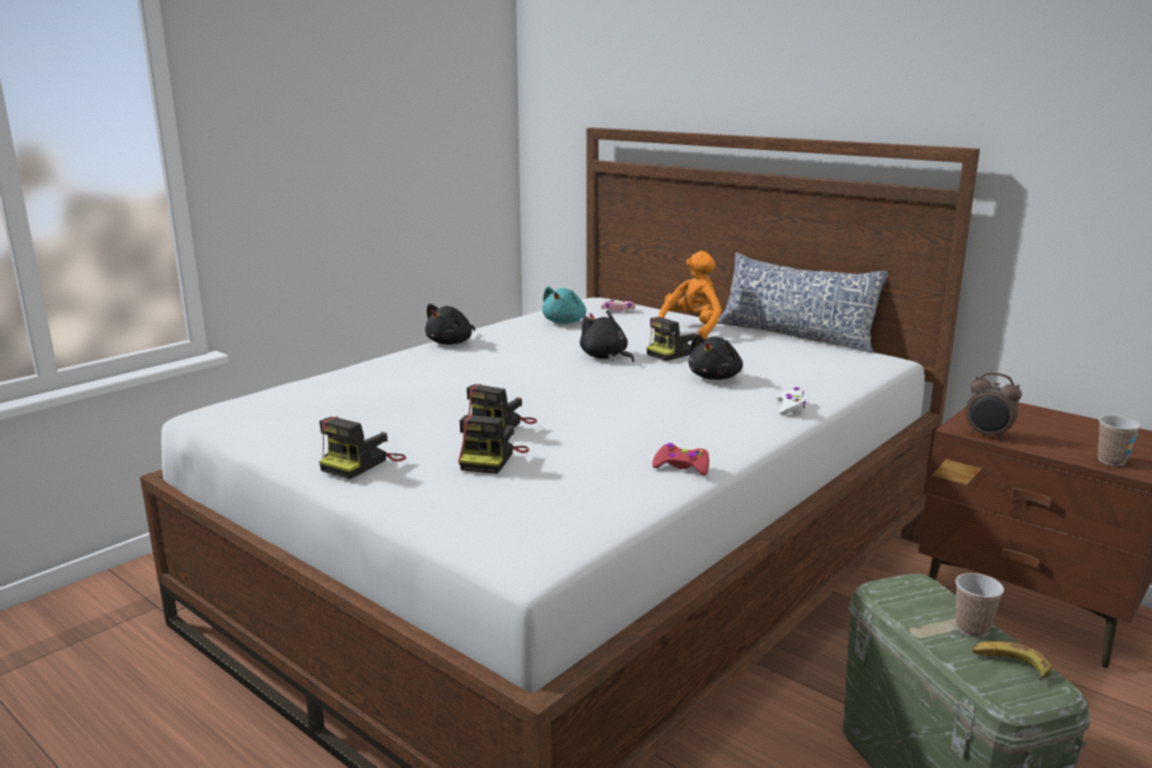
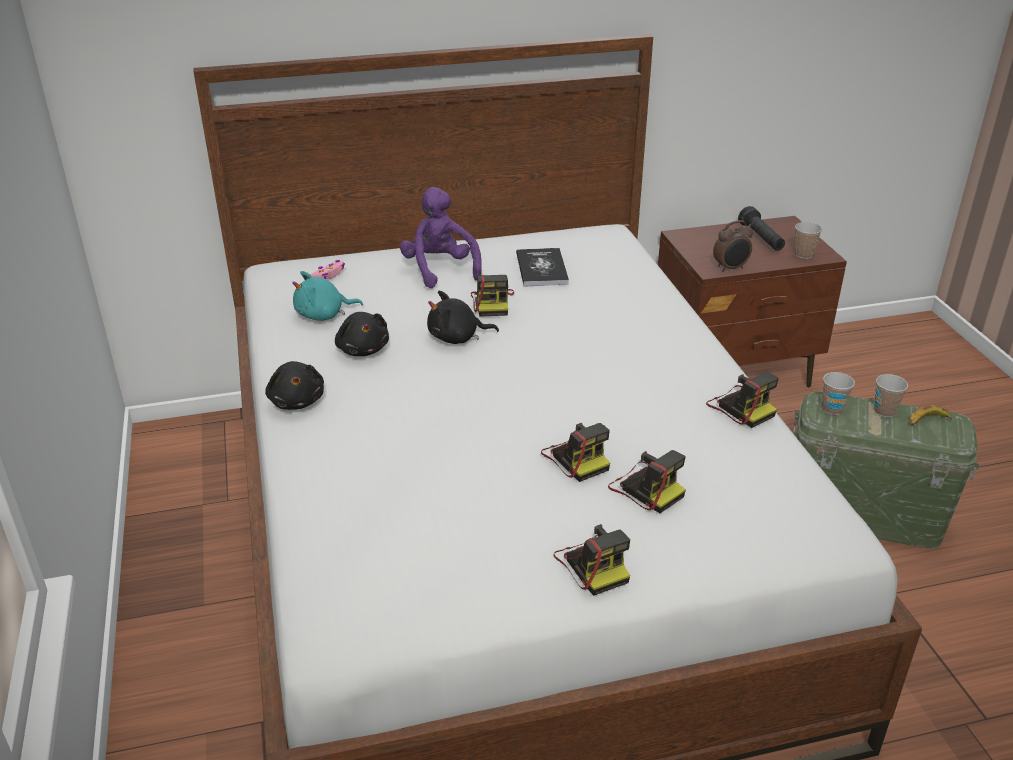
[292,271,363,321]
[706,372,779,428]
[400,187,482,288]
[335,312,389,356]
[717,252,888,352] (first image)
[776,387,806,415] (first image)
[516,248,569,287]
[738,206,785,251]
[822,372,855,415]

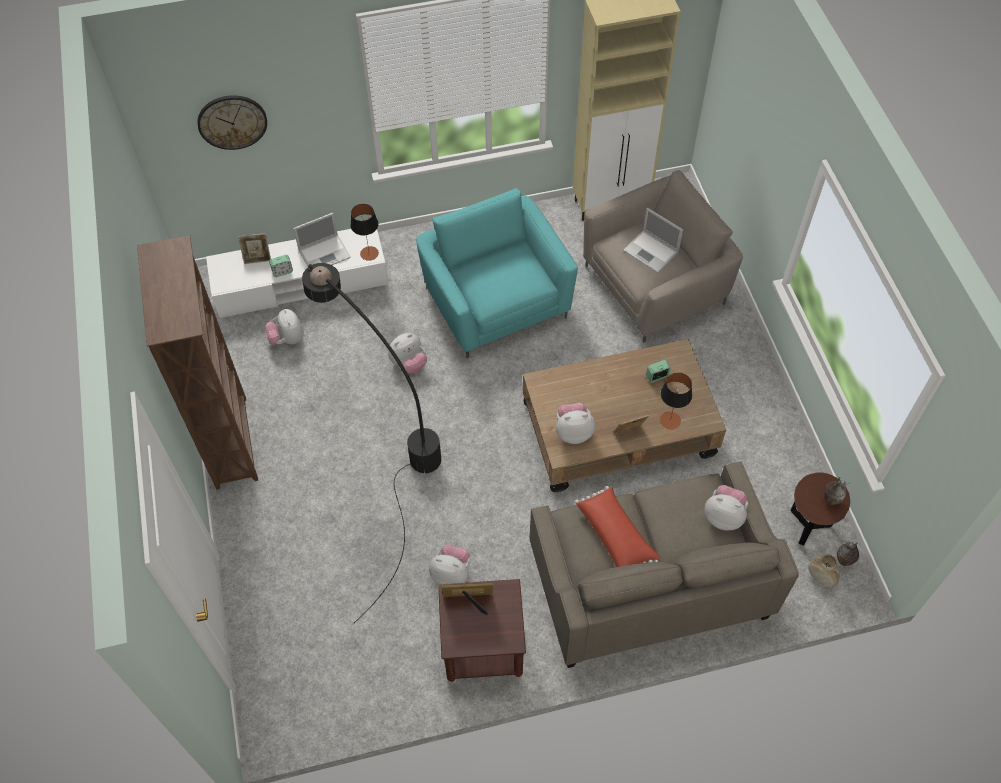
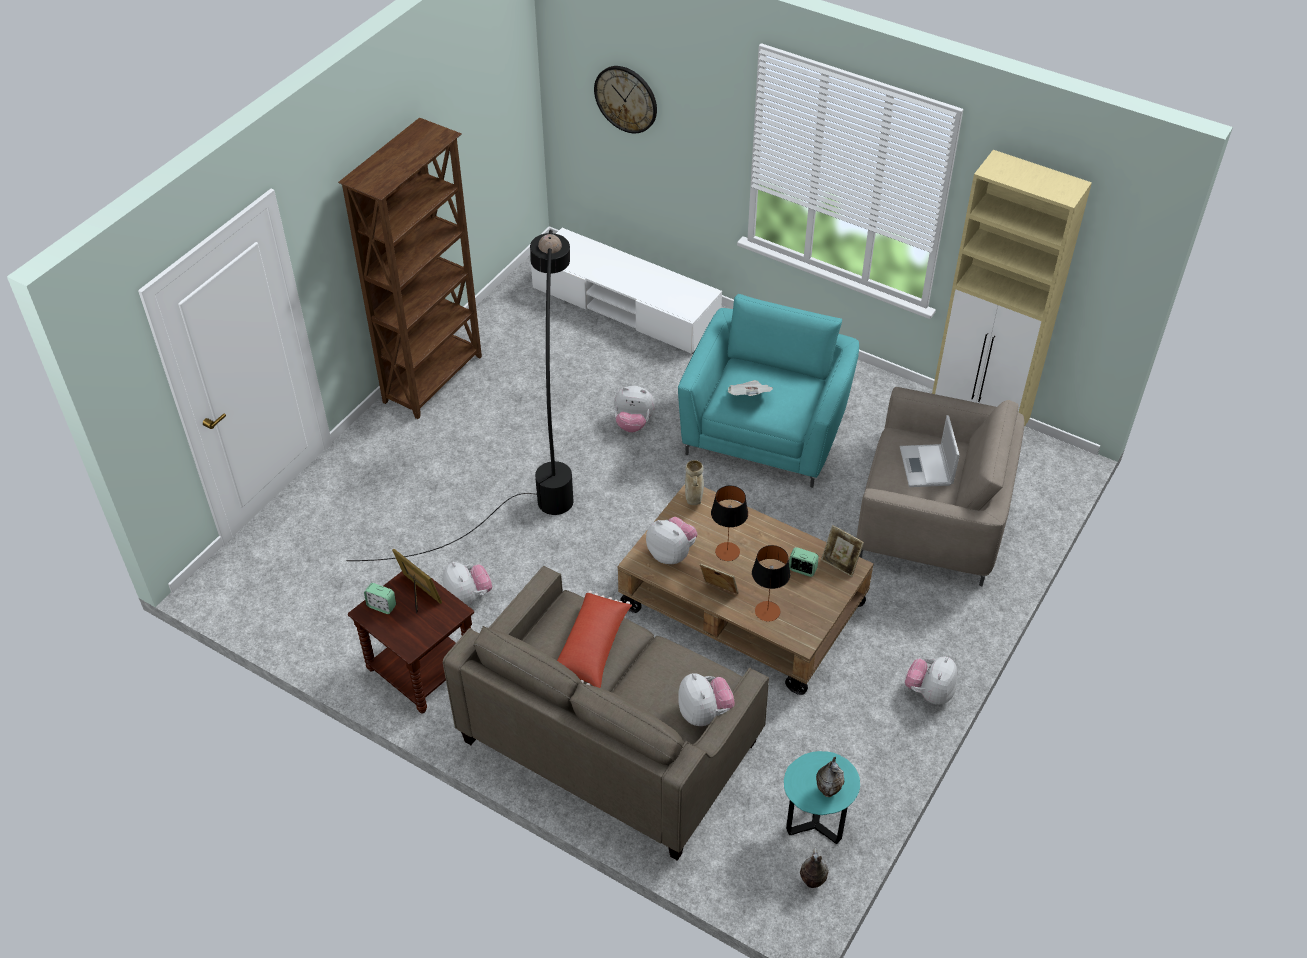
[821,525,864,577]
[905,657,957,705]
[364,583,396,614]
[293,213,351,266] (first image)
[711,486,748,561]
[784,751,860,844]
[685,460,704,505]
[728,380,773,396]

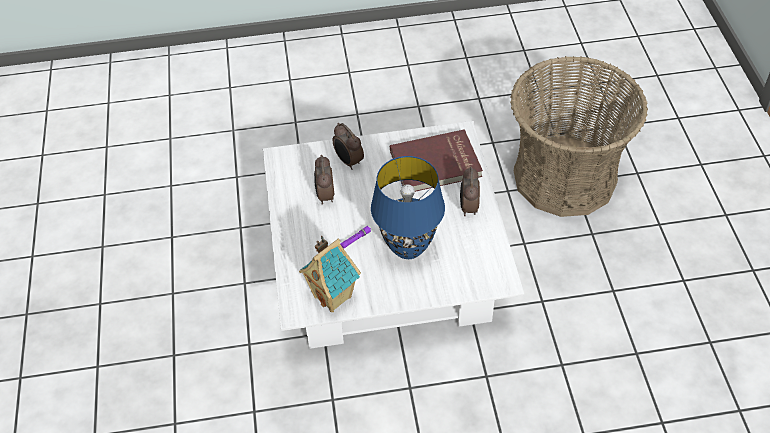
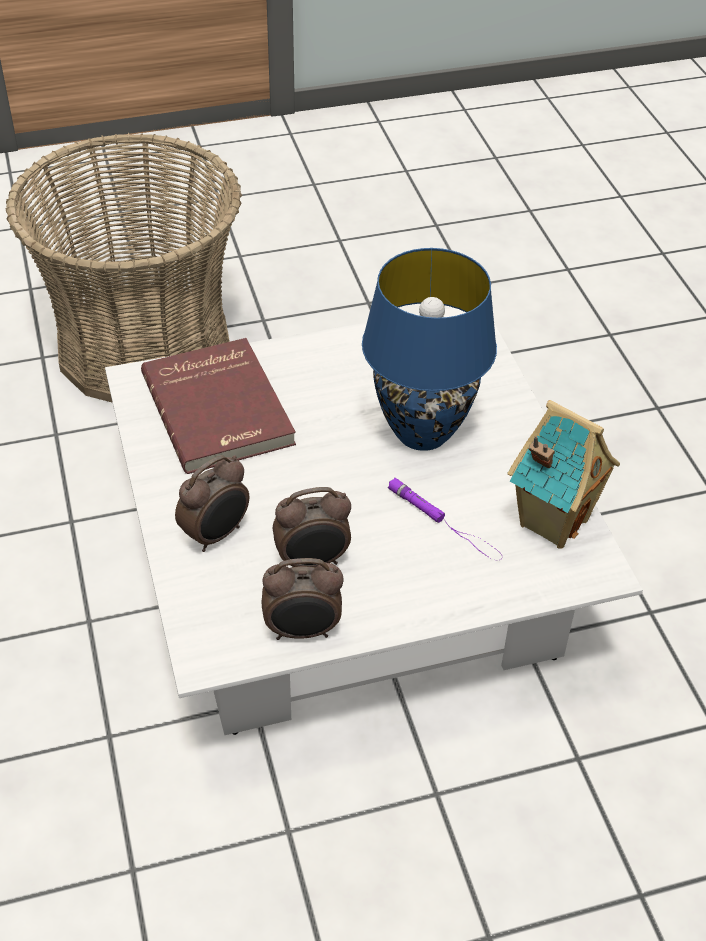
[262,558,344,640]

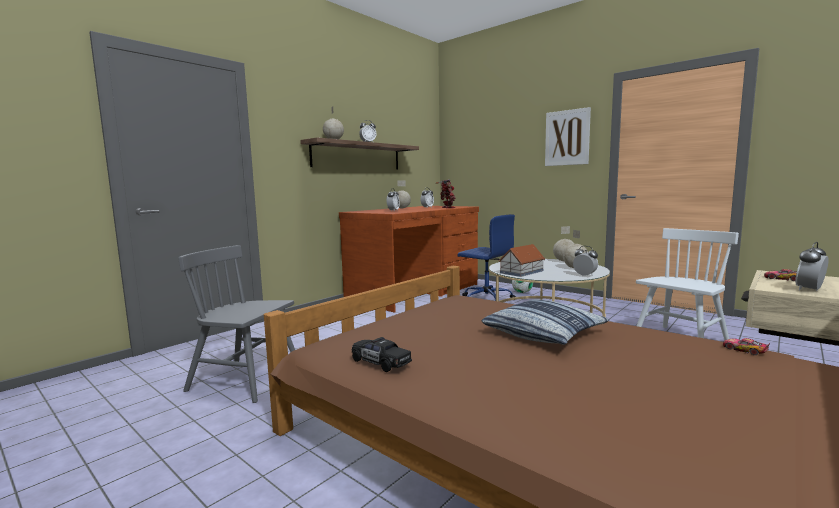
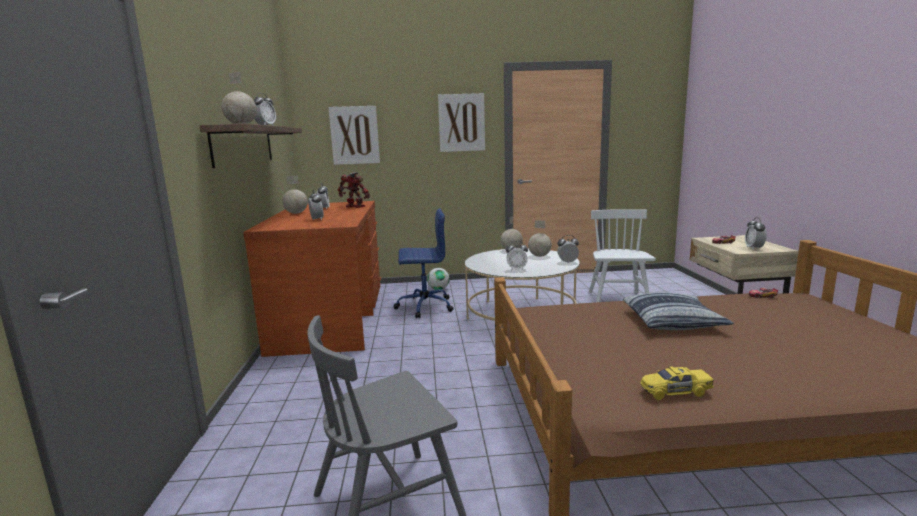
[641,367,714,400]
[506,241,528,270]
[328,106,380,165]

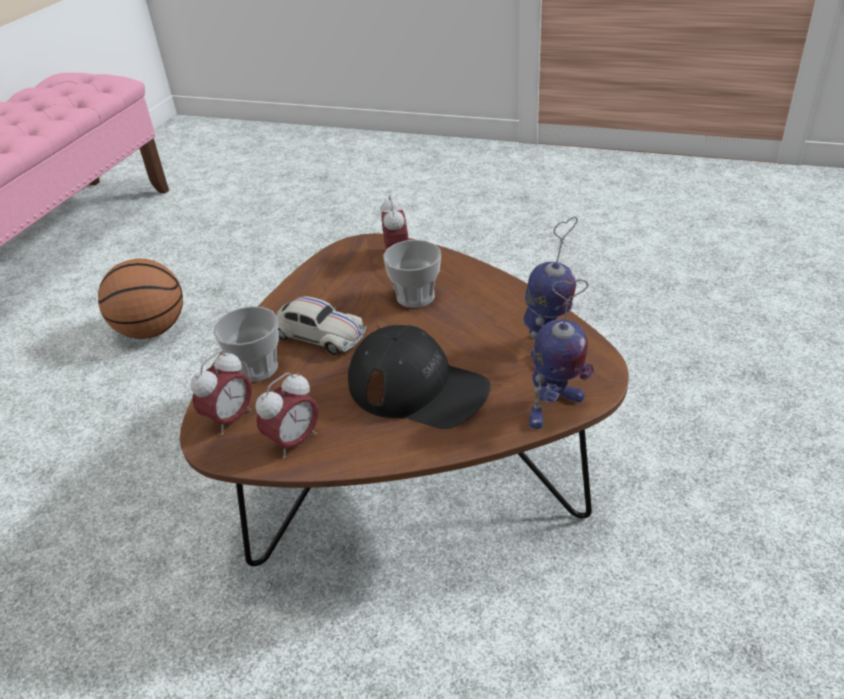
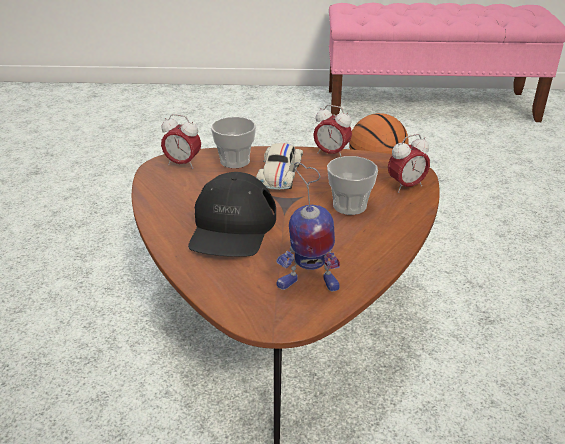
[313,105,352,157]
[529,279,594,429] (first image)

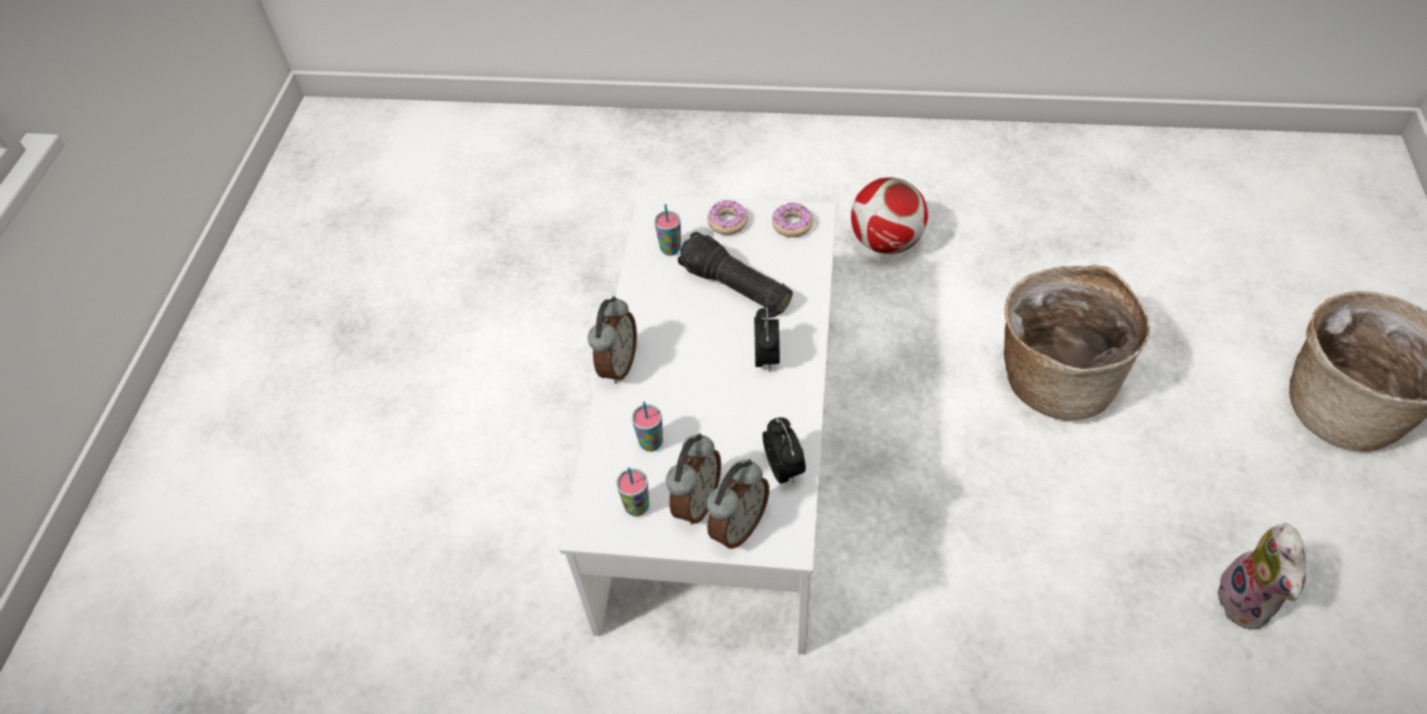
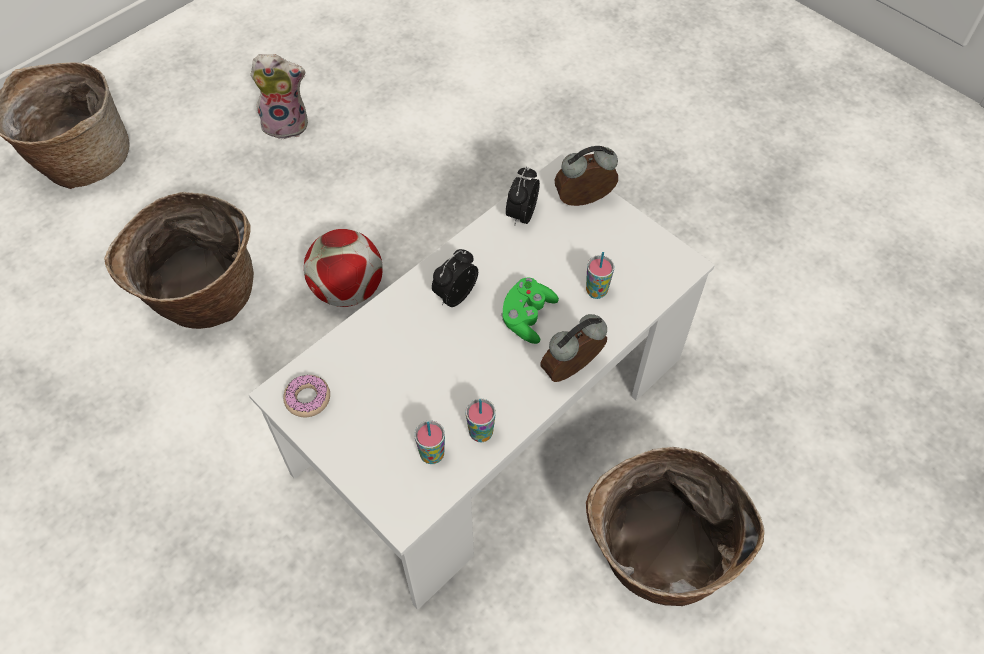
[466,399,496,442]
[666,433,721,525] (first image)
[678,232,792,314] (first image)
[707,200,748,235] (first image)
[304,229,383,307]
[250,54,308,139]
[501,277,559,344]
[586,447,765,606]

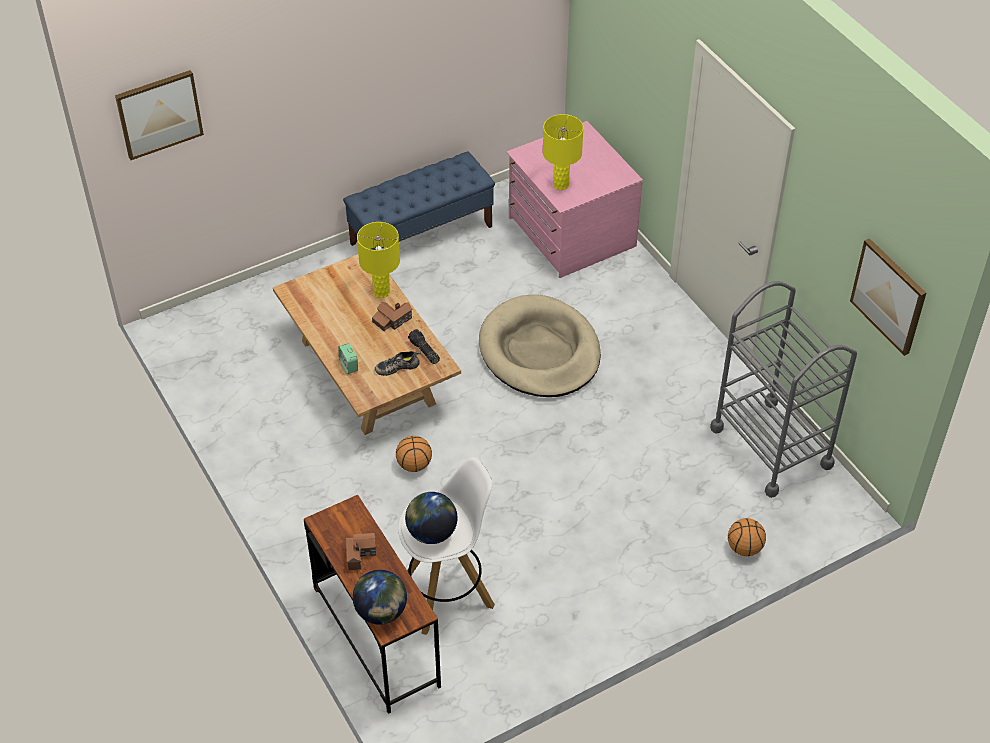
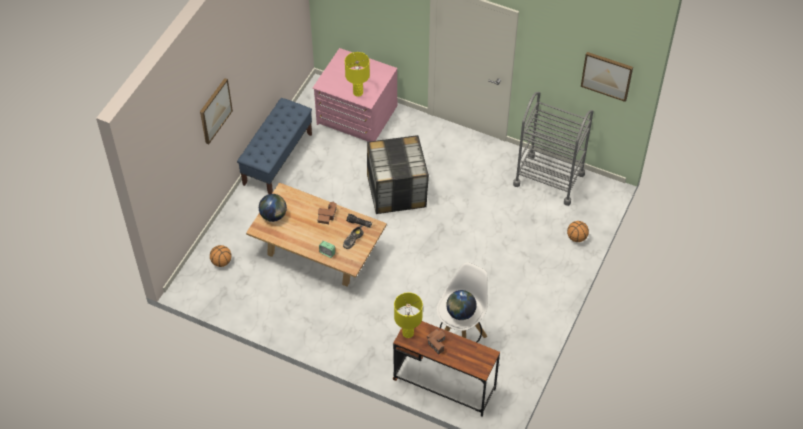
[200,78,233,144]
[259,194,287,222]
[394,292,423,338]
[210,245,232,267]
[367,135,429,214]

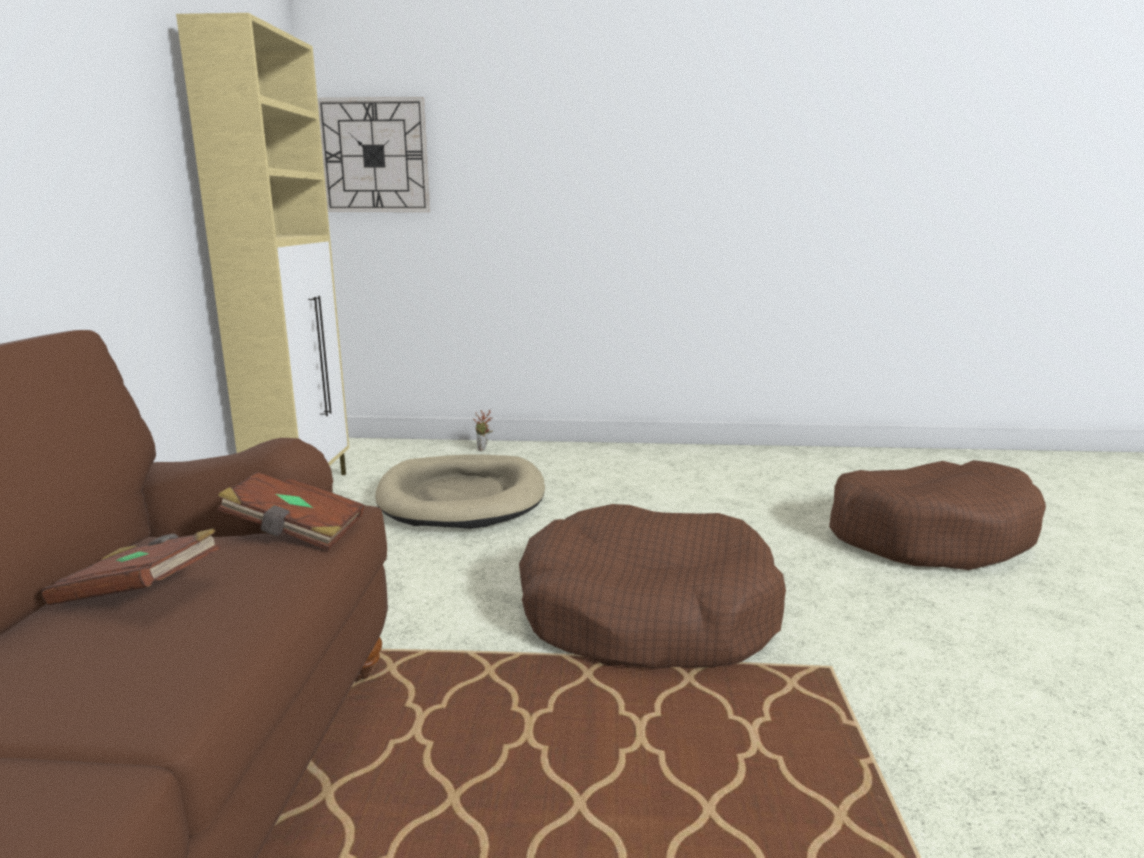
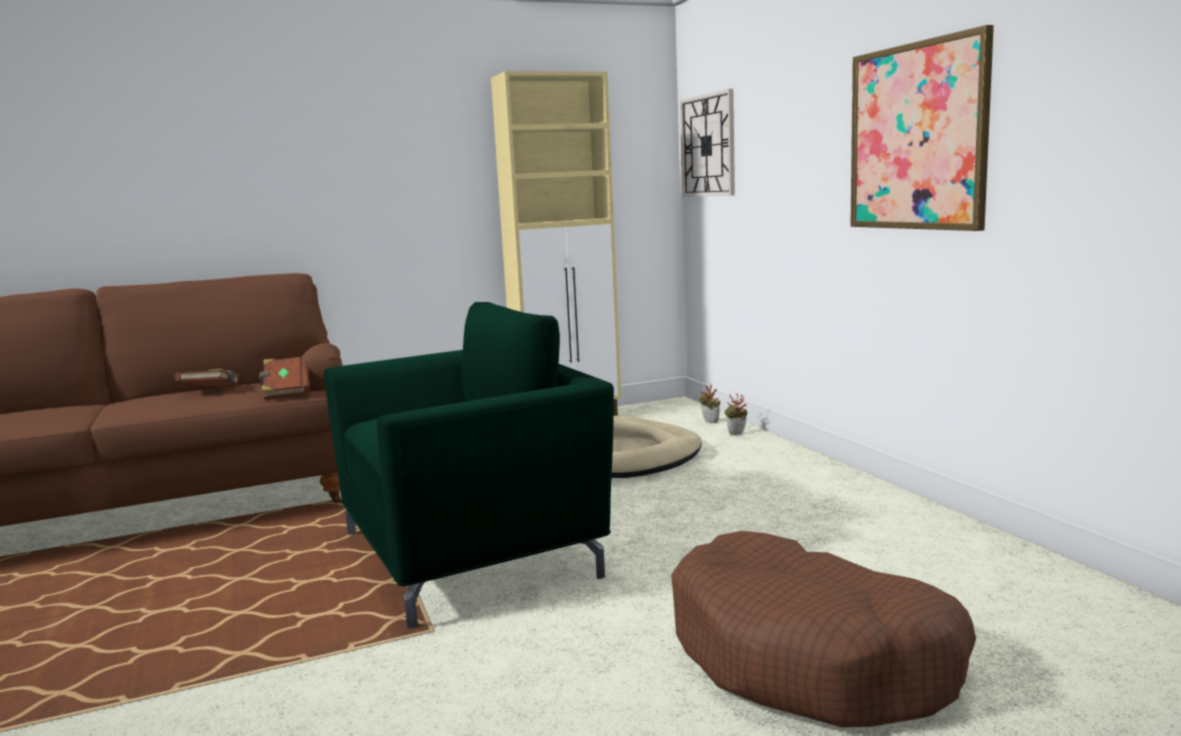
[324,302,614,629]
[699,384,720,423]
[850,25,994,231]

